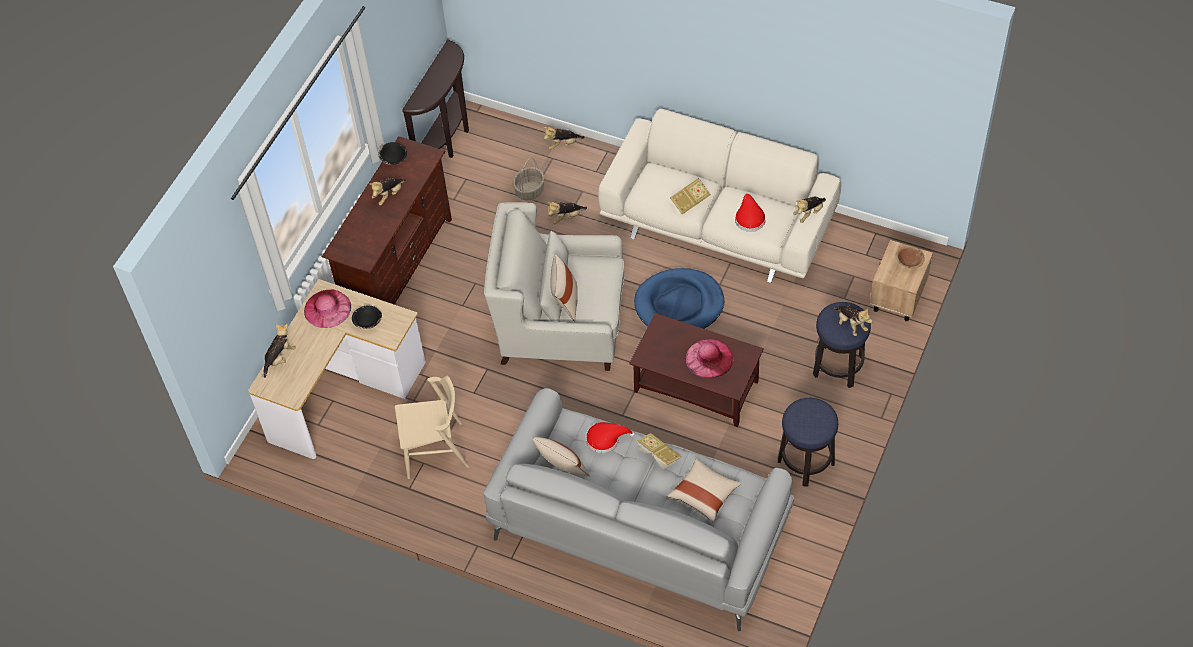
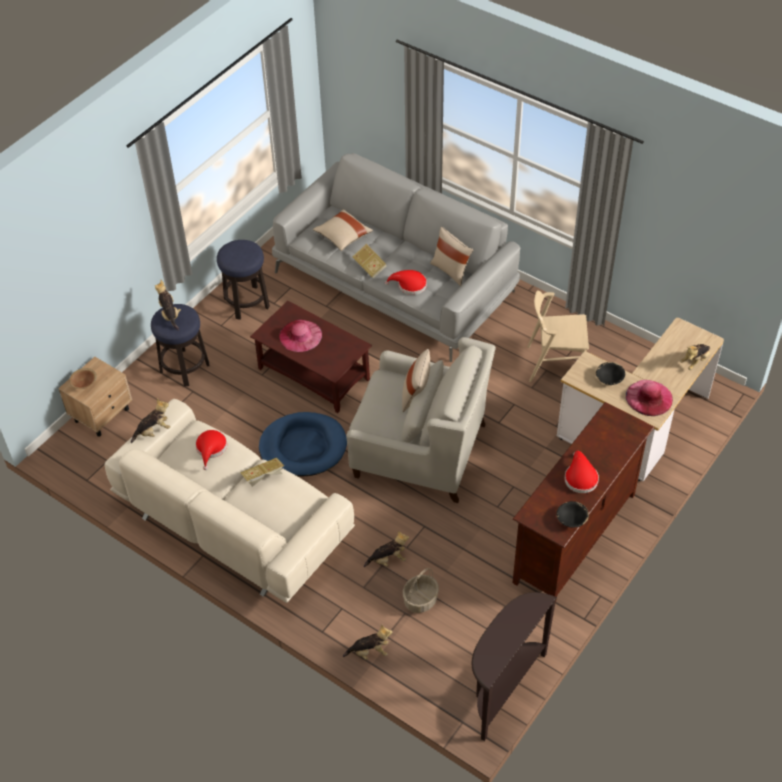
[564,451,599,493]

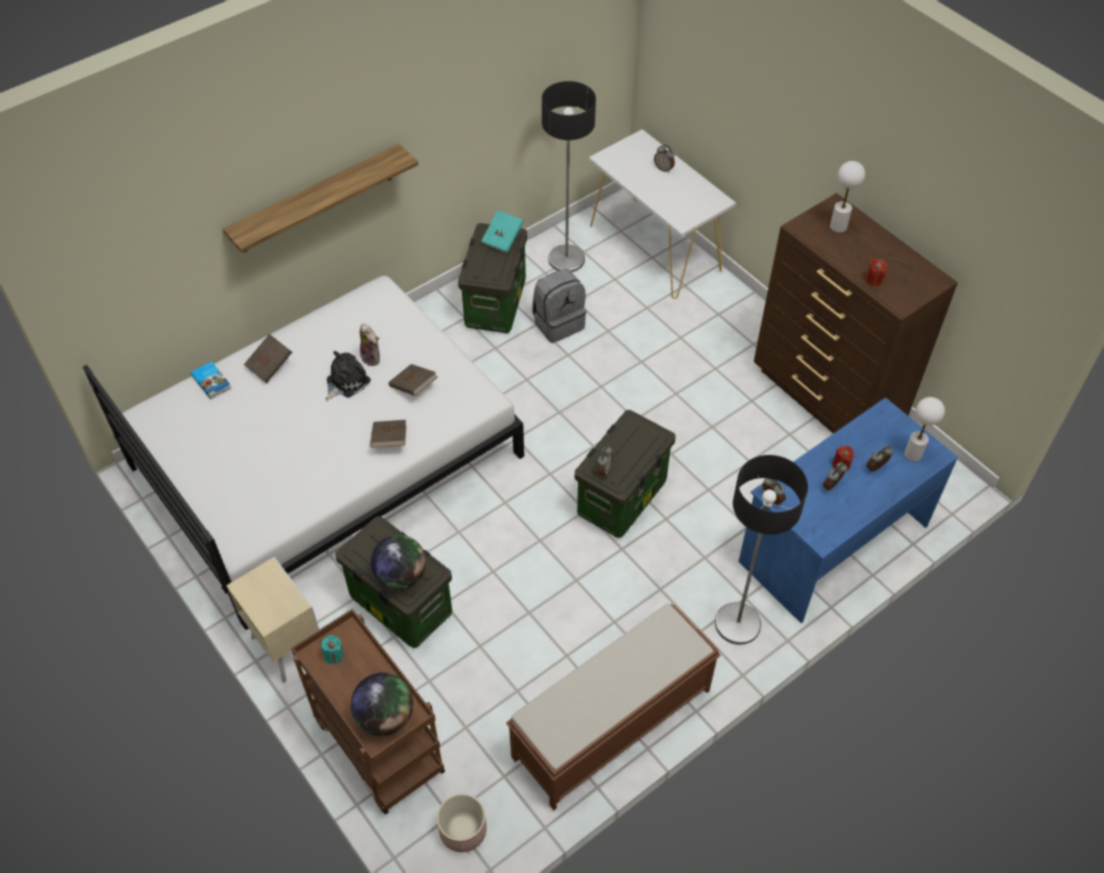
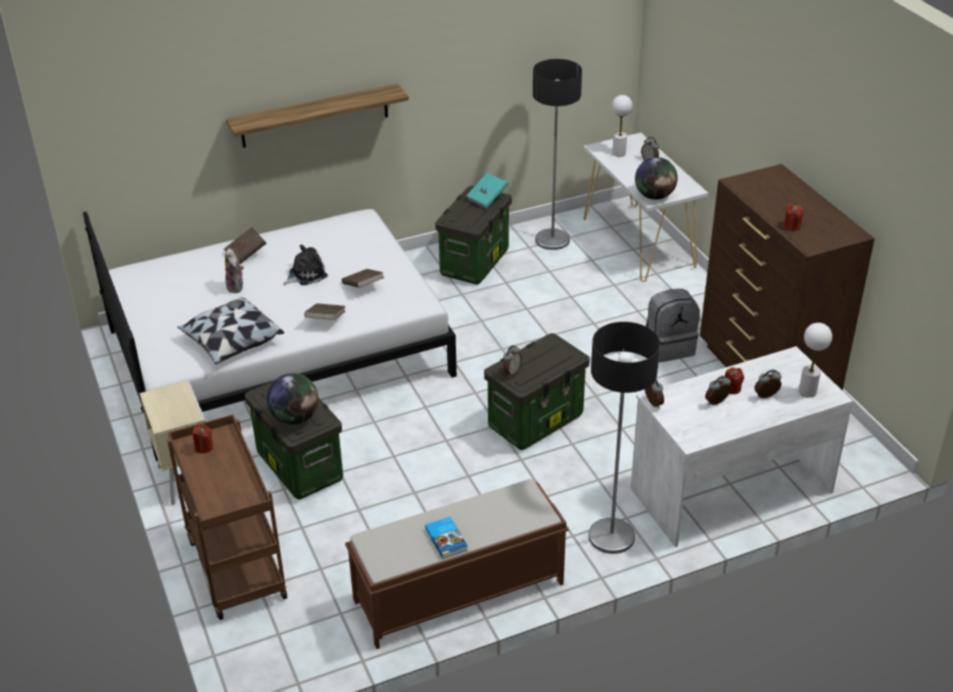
[425,517,468,559]
[192,424,213,453]
[635,157,678,200]
[225,248,244,293]
[437,793,487,852] (first image)
[646,289,700,362]
[630,346,853,547]
[612,95,633,157]
[177,297,284,364]

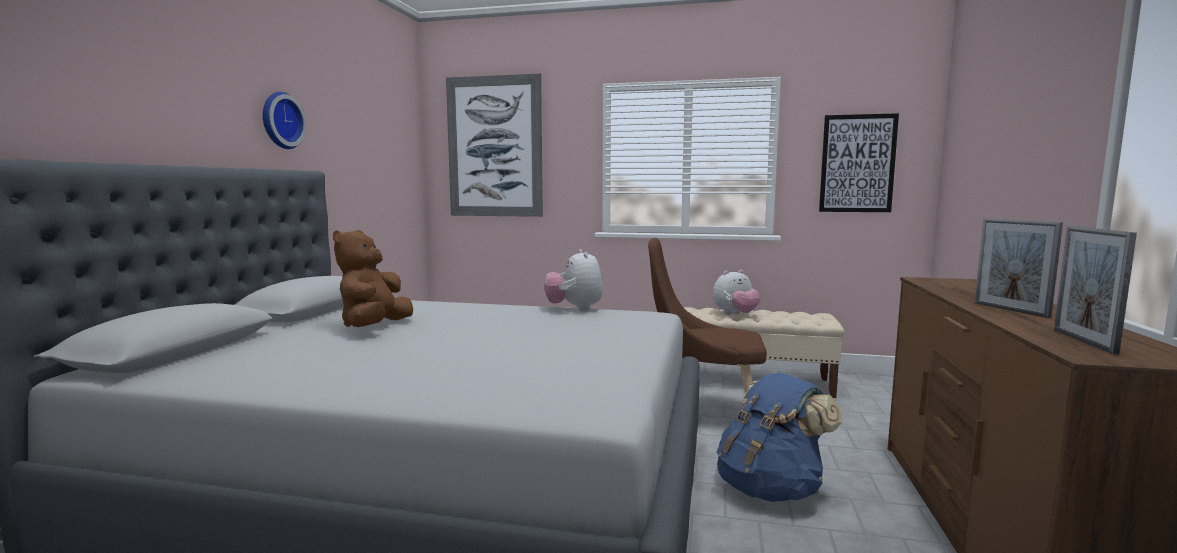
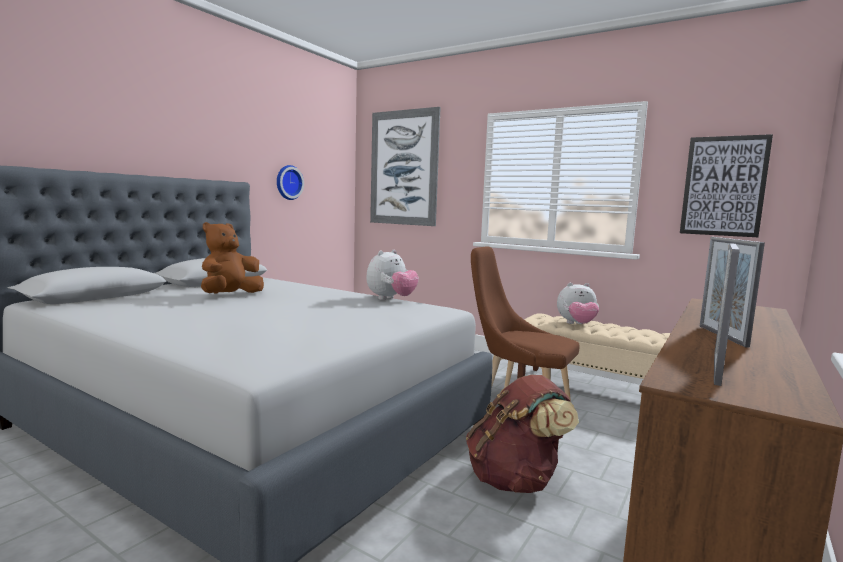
[277,165,304,200]
[366,250,419,300]
[466,375,579,493]

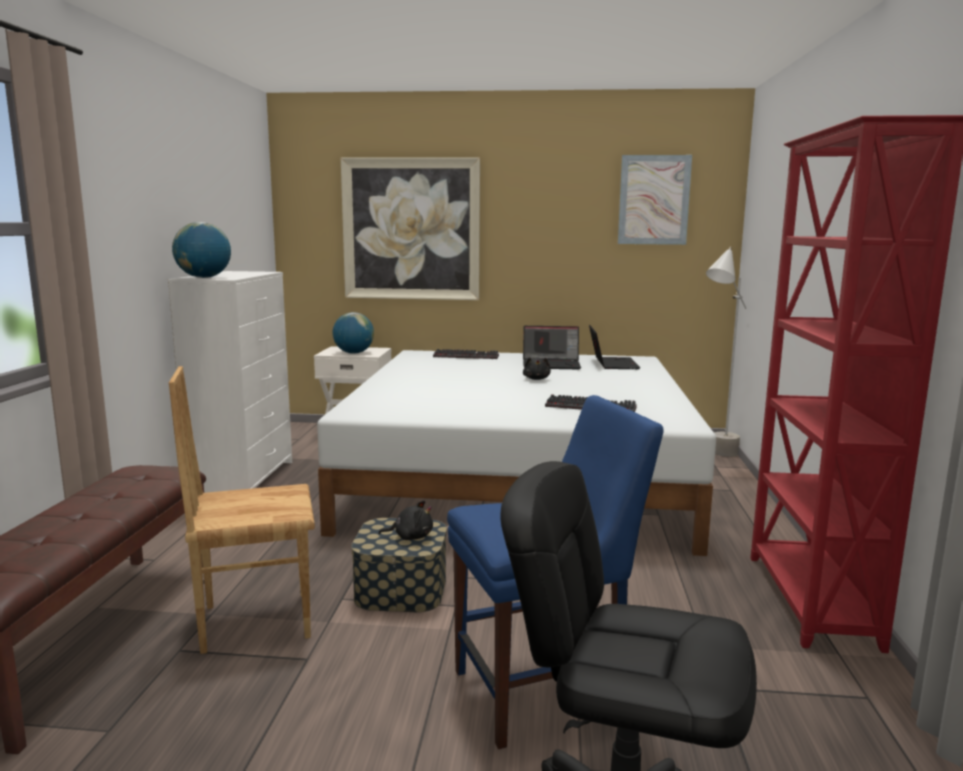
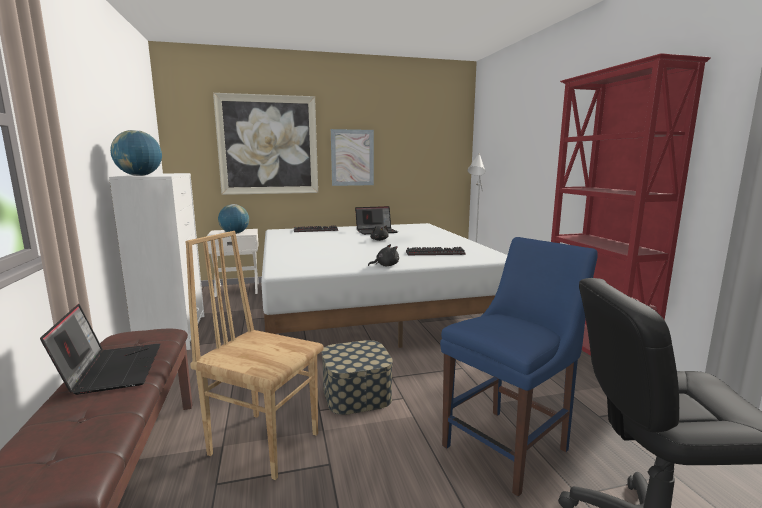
[185,231,324,480]
[368,244,399,266]
[40,304,160,395]
[331,129,374,186]

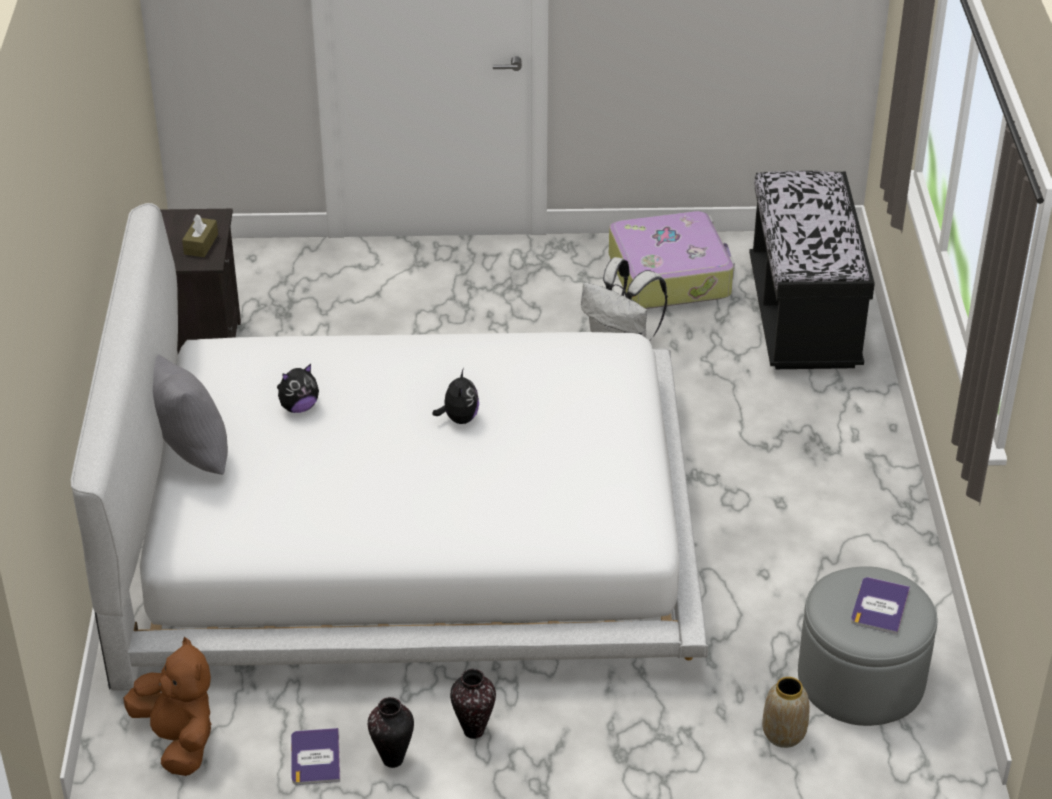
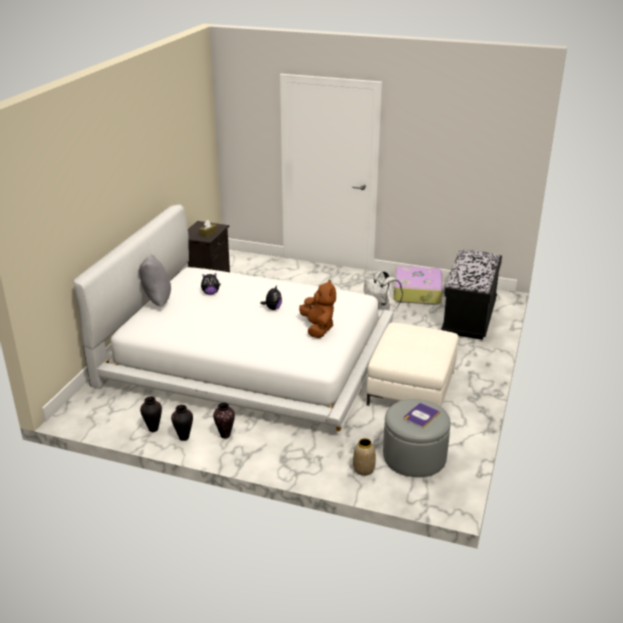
[299,280,336,338]
[140,397,162,432]
[367,323,458,407]

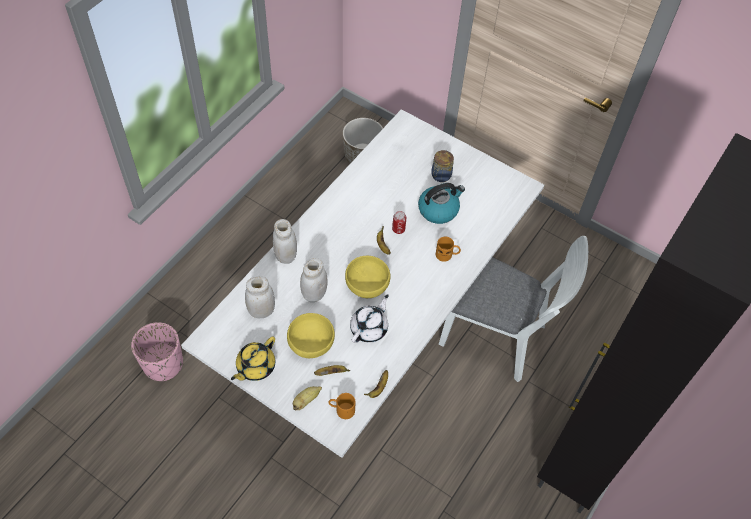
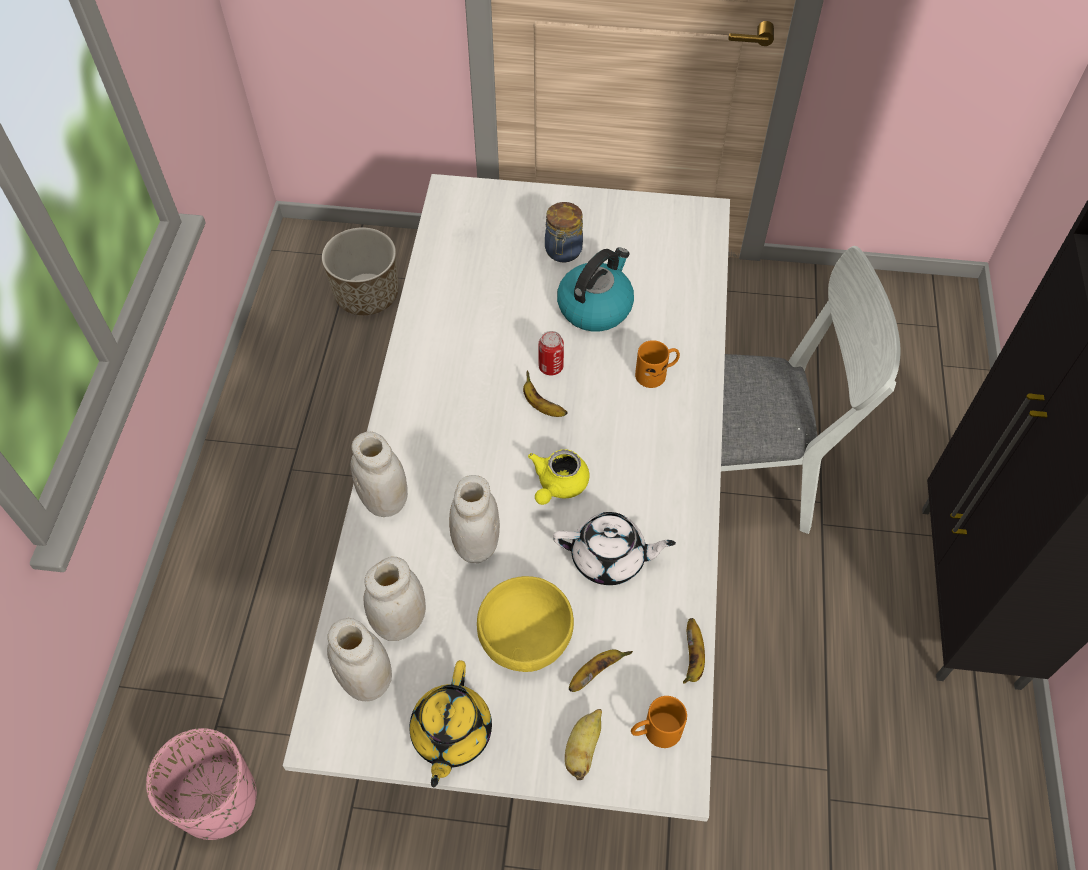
[528,449,589,505]
[553,512,676,585]
[327,618,392,701]

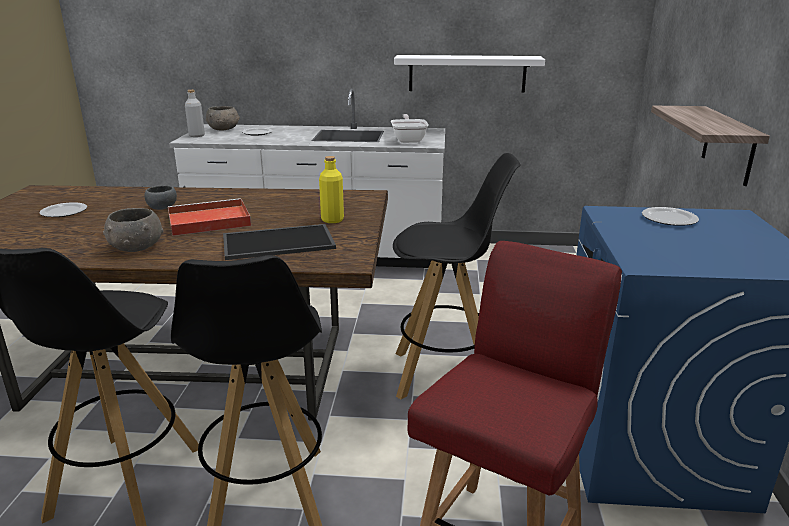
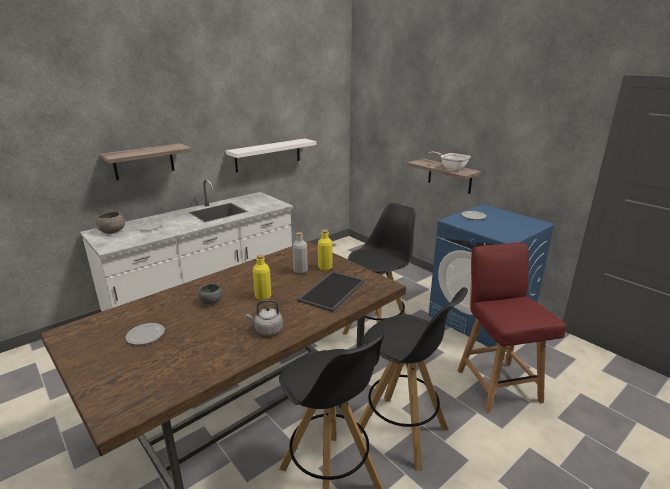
[246,300,283,335]
[253,254,272,300]
[293,232,308,274]
[428,152,471,170]
[99,143,192,180]

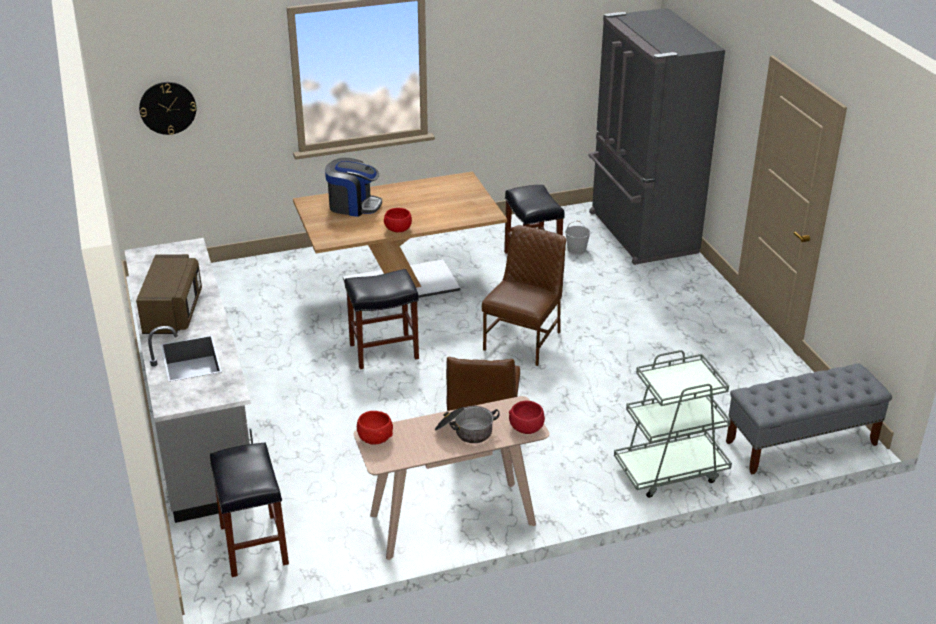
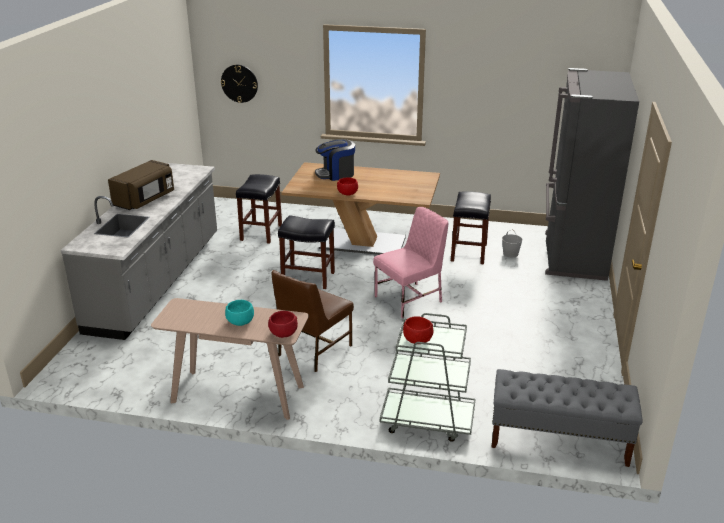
[236,174,282,244]
[315,139,355,181]
[403,316,433,344]
[225,300,254,326]
[373,207,448,318]

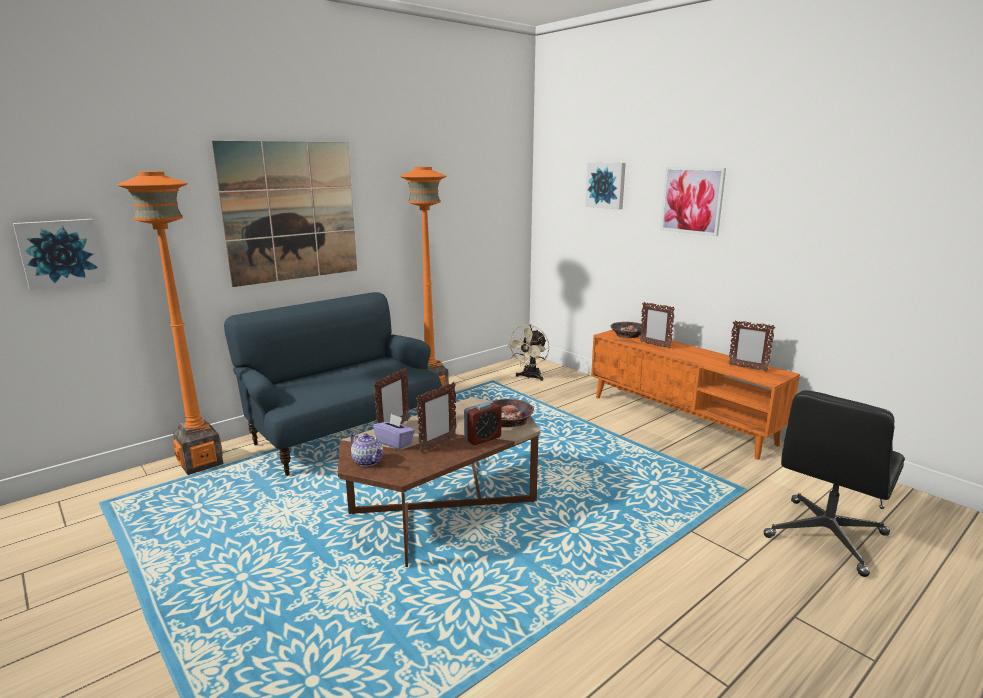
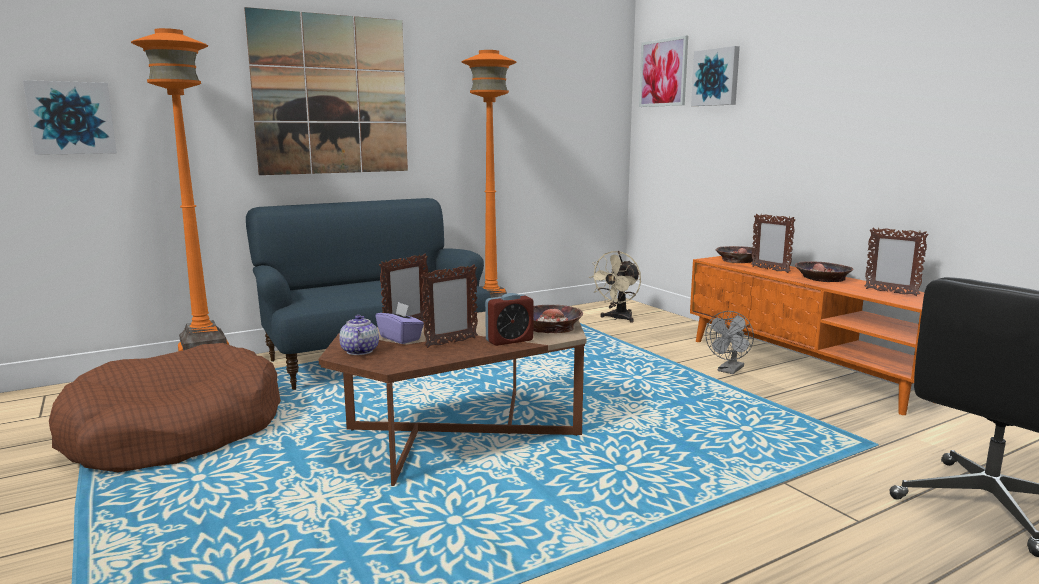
[339,315,379,355]
[639,35,688,107]
[49,343,281,472]
[705,311,754,374]
[795,261,853,282]

